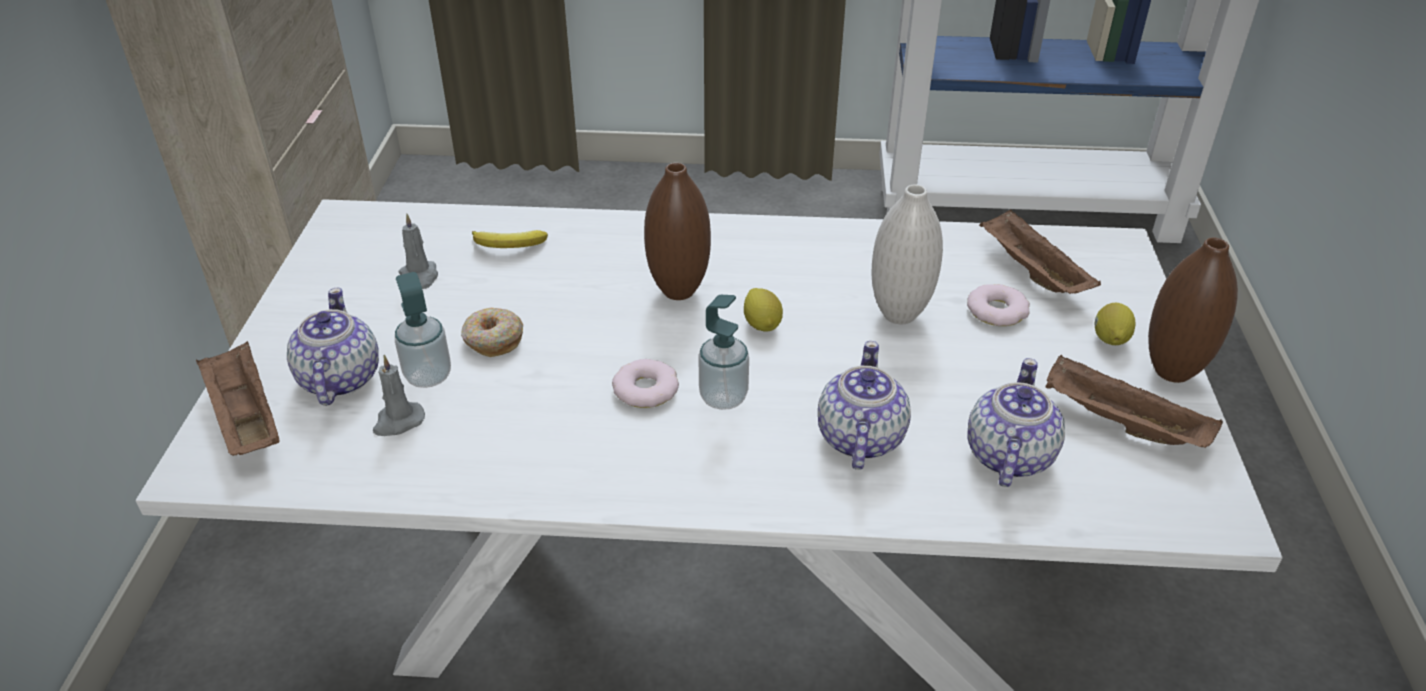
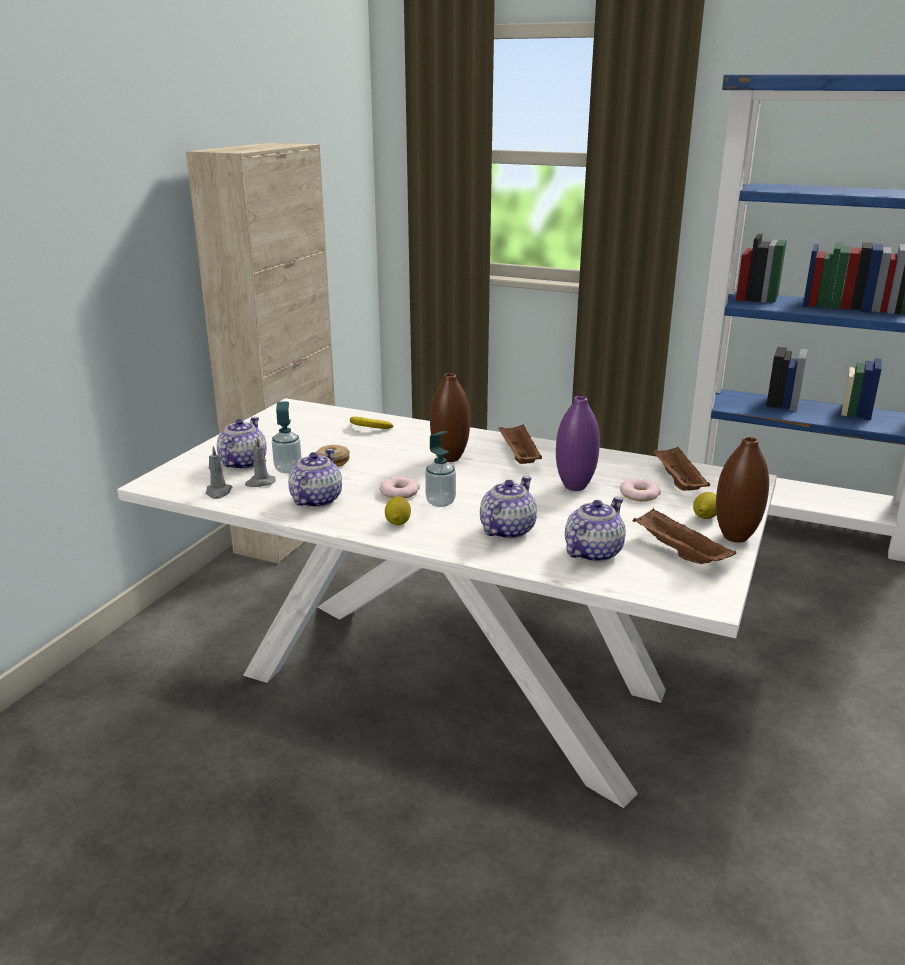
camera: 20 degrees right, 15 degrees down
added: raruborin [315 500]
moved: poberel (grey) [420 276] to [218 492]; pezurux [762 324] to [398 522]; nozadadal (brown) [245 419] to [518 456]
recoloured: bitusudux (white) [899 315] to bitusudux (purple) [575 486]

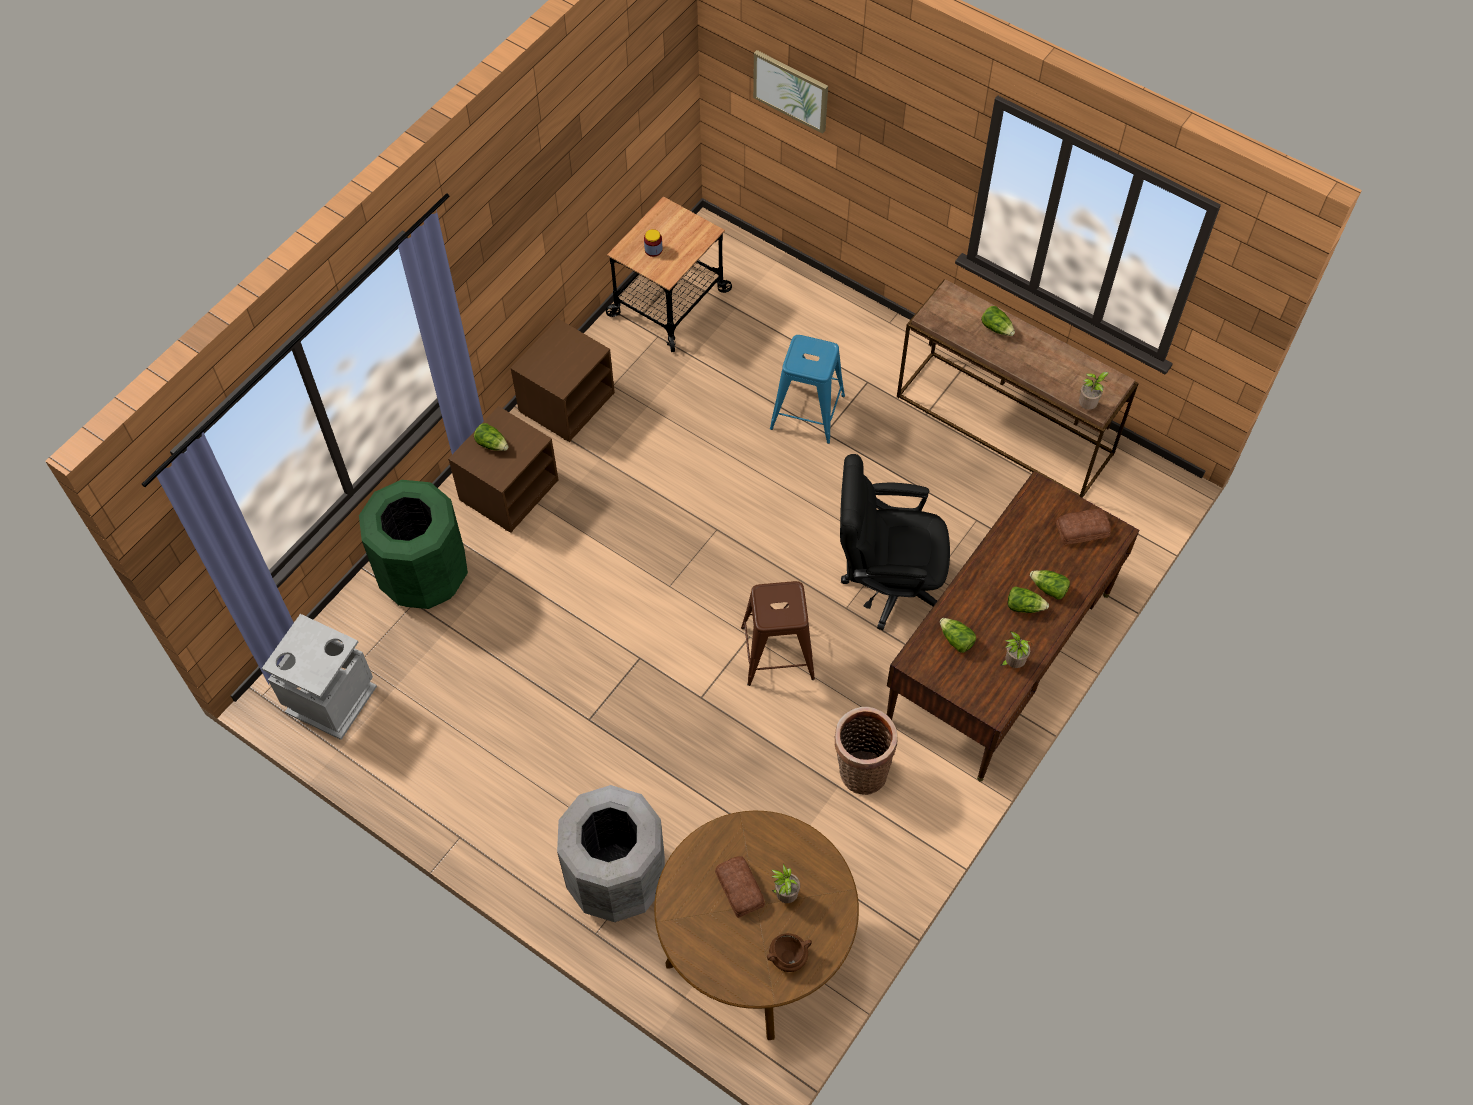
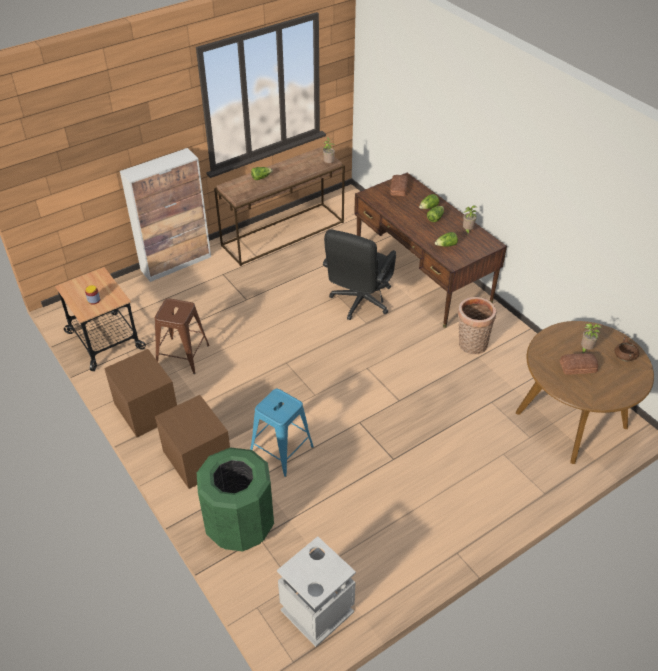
camera: 70 degrees left, 15 degrees down
removed: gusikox [791 90]; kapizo [492 444]; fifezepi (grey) [617 878]
added: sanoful [176 263]
moved: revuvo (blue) [807 412] to [281 450]; revuvo (brown) [777 652] to [182 355]

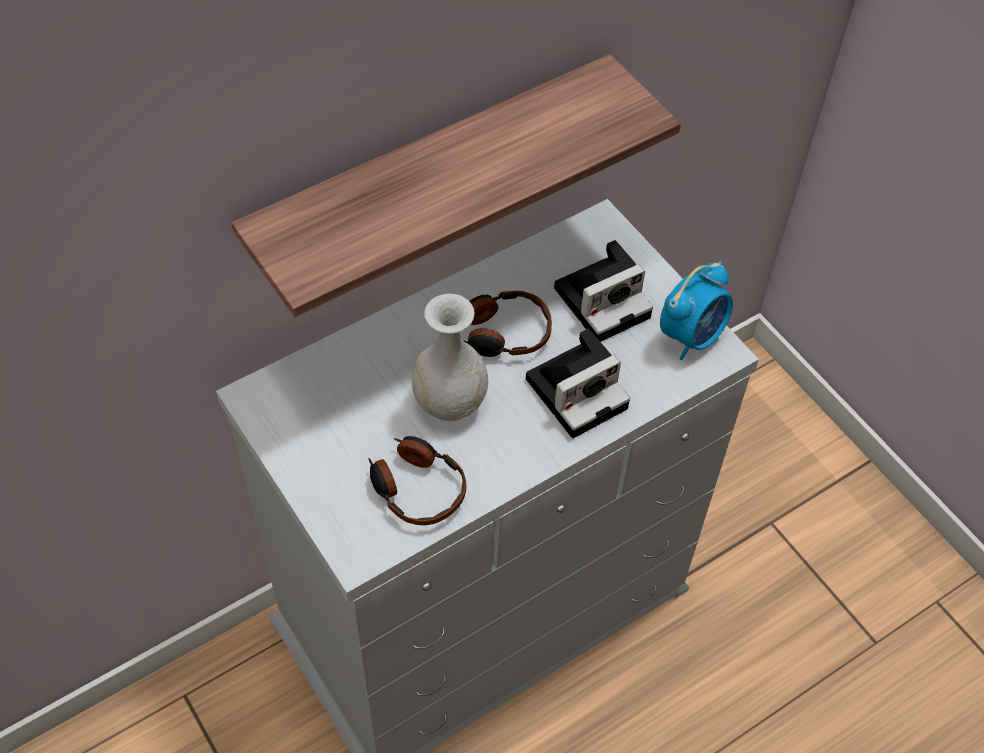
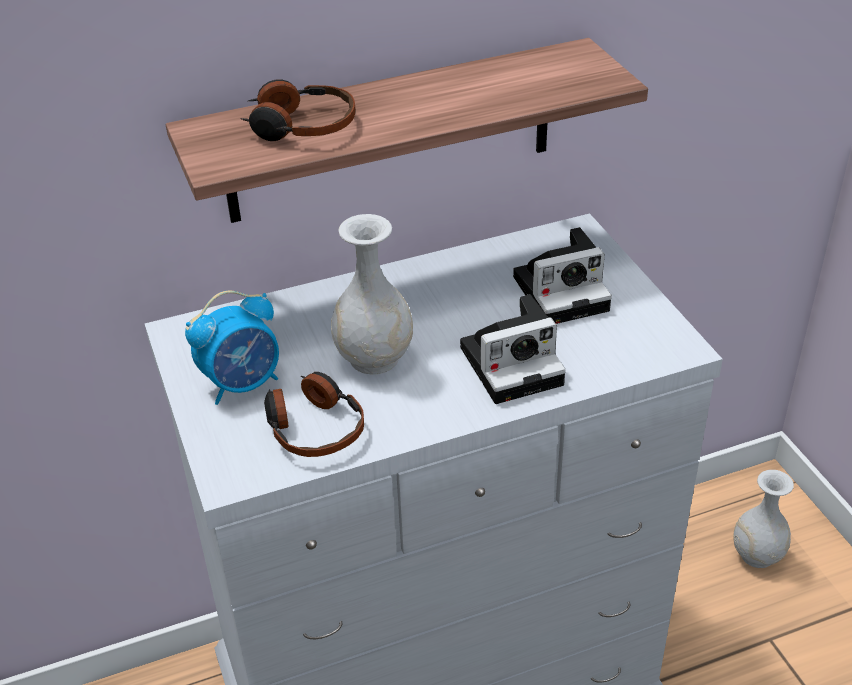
camera: 15 degrees right, 15 degrees down
added: bitusudux (white) [757 554]
moved: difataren [692 336] to [243 384]; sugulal [503 333] to [301 126]

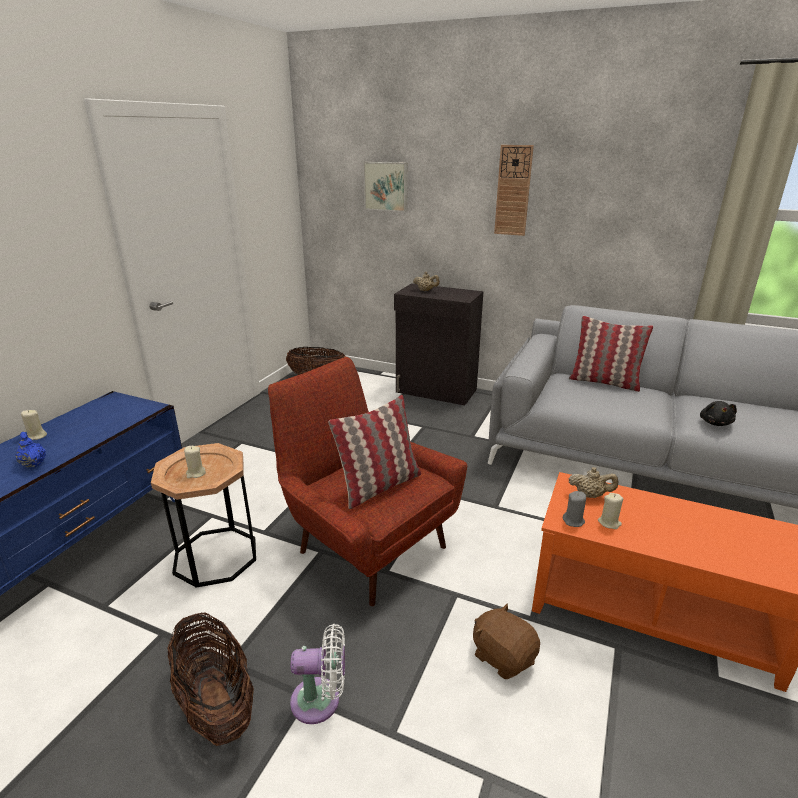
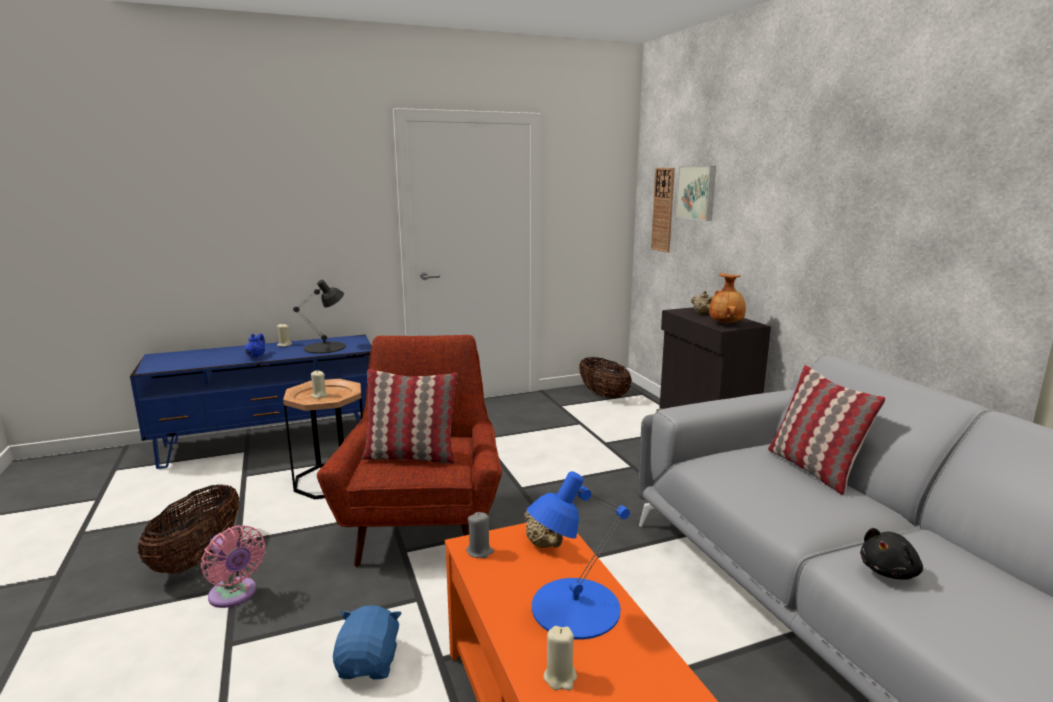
camera: 45 degrees right, 10 degrees down
added: bitusudux (brown) [726 324]; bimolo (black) [325 347]; bimolo (blue) [573 607]
moved: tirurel [513 191] to [663 209]; poberel (beige) [609 523] to [560 677]
recoloured: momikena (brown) [503 656] to momikena (blue) [369 663]; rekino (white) [321 700] to rekino (pink) [234 595]

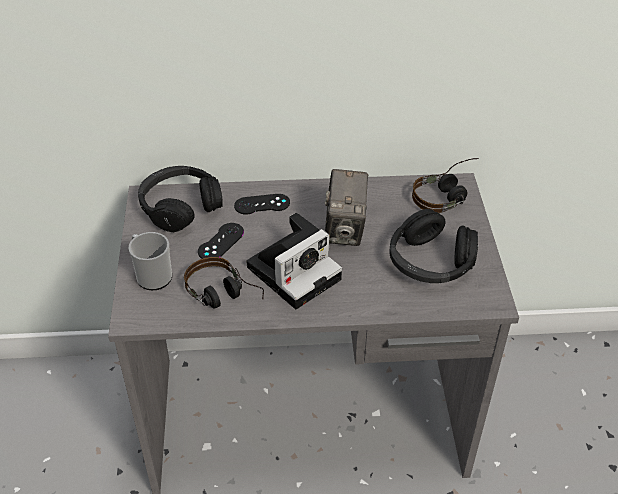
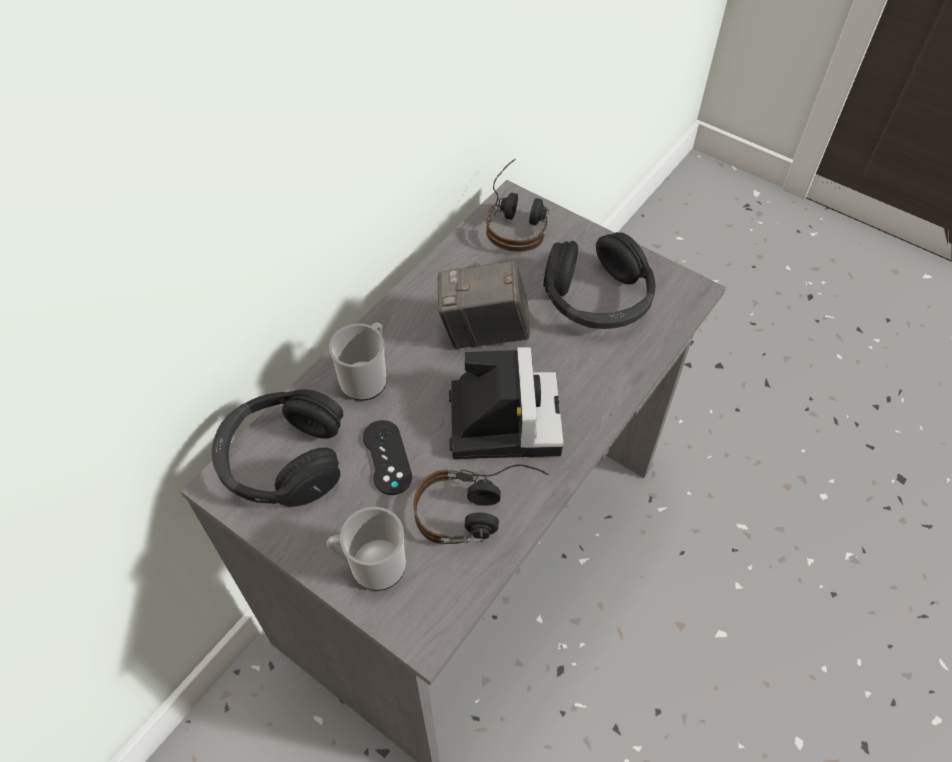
camera: 50 degrees left, 10 degrees up
replaced: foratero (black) [262 204] to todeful [366 377]
turned: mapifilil [345 230] = [484 333] 135 degrees clockwise

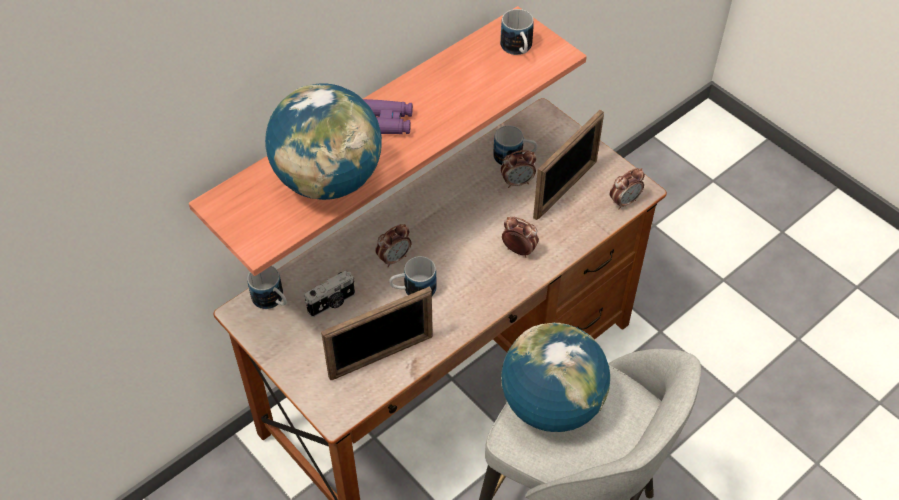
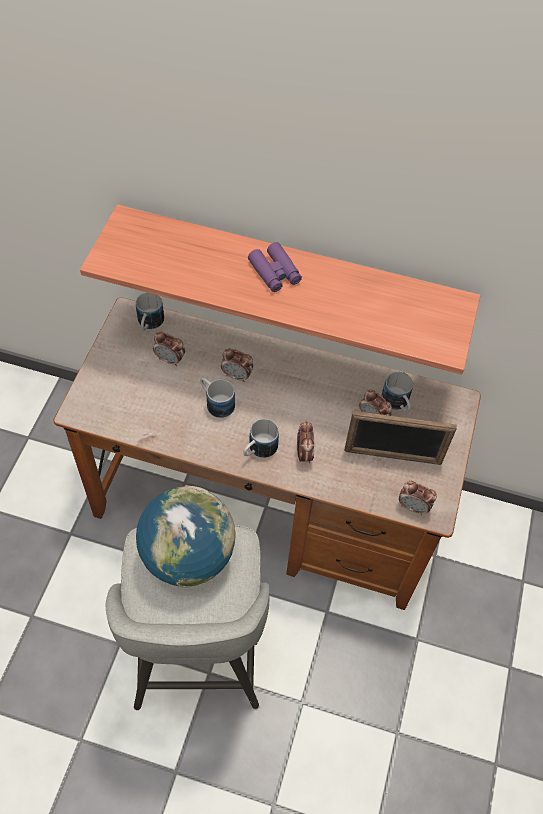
camera: 55 degrees right, 5 degrees up
removed: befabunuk [328 180]; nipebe [381 357]
moved: todeful [518 49] to [258 450]
replaced: mapifilil [332 303] to difataren [170 360]

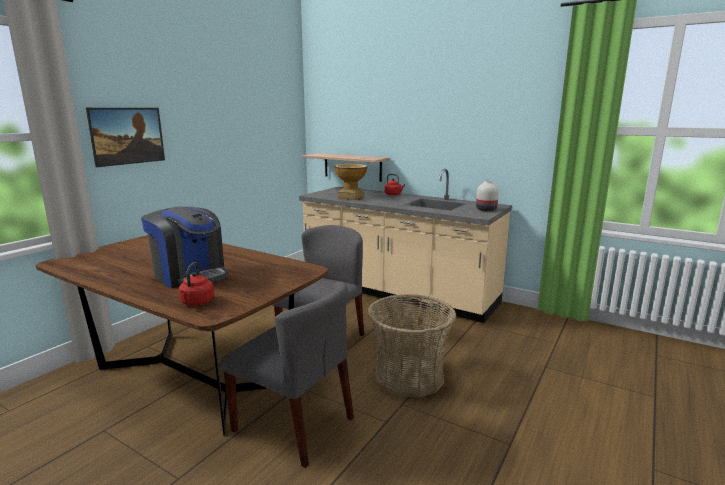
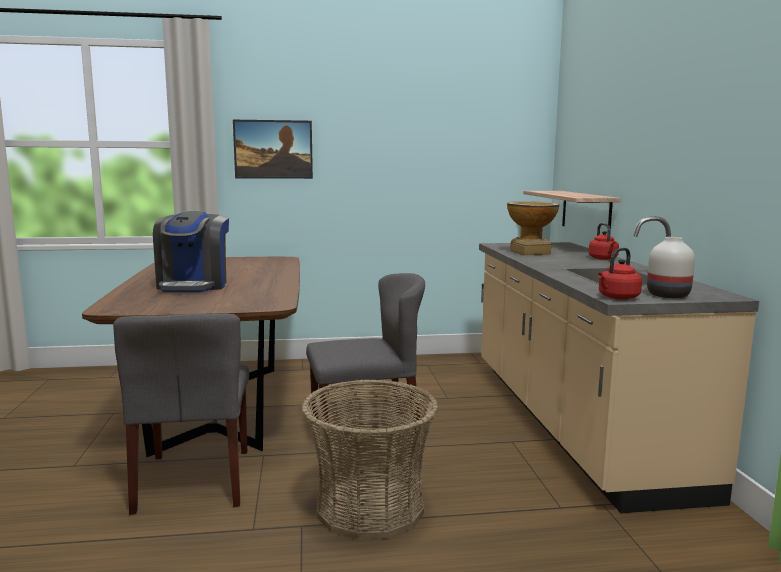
camera: 50 degrees right, 5 degrees down
moved: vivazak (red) [196 303] to [617 297]

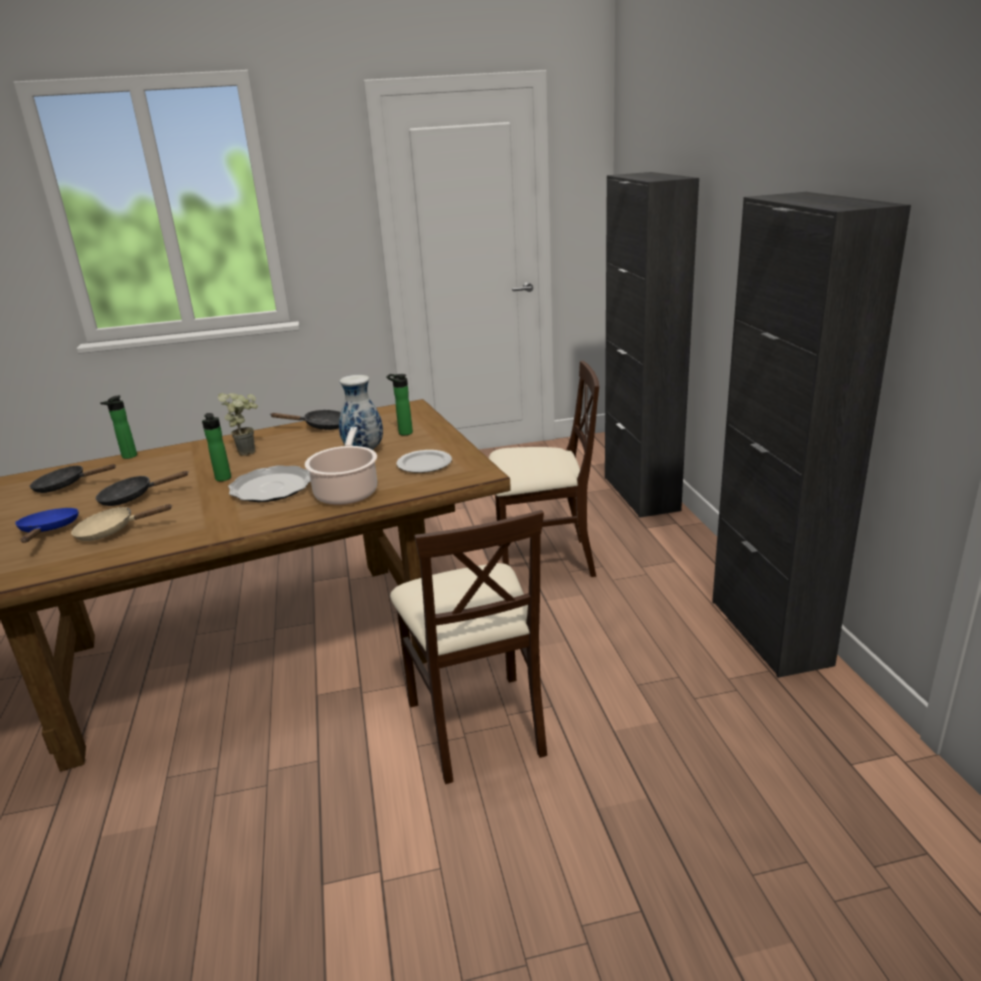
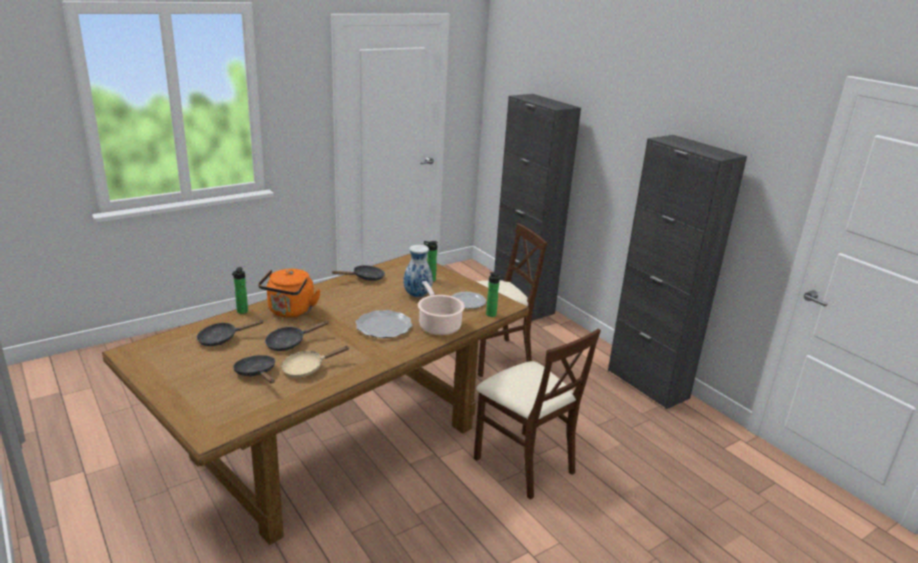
camera: 25 degrees left, 0 degrees up
removed: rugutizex [249 450]
added: vivazak (orange) [290 312]
moved: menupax [224 479] to [492 315]
recoloured: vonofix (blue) [49 530] to vonofix (black) [257 373]

